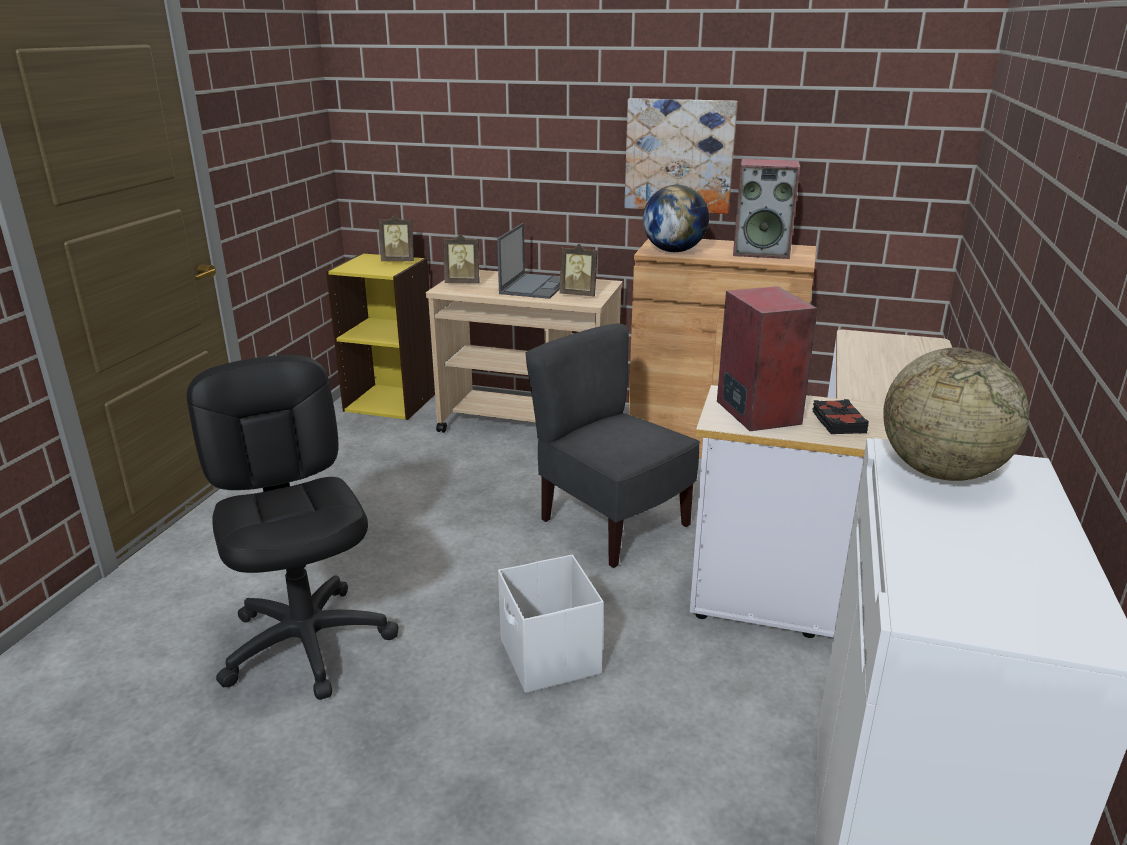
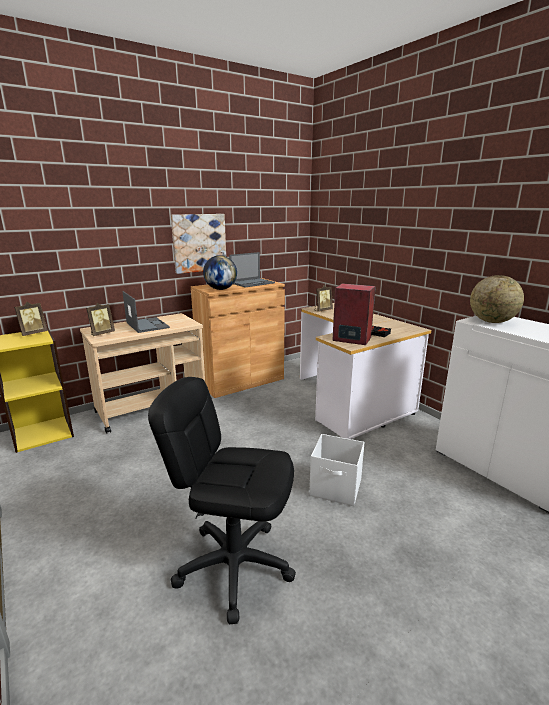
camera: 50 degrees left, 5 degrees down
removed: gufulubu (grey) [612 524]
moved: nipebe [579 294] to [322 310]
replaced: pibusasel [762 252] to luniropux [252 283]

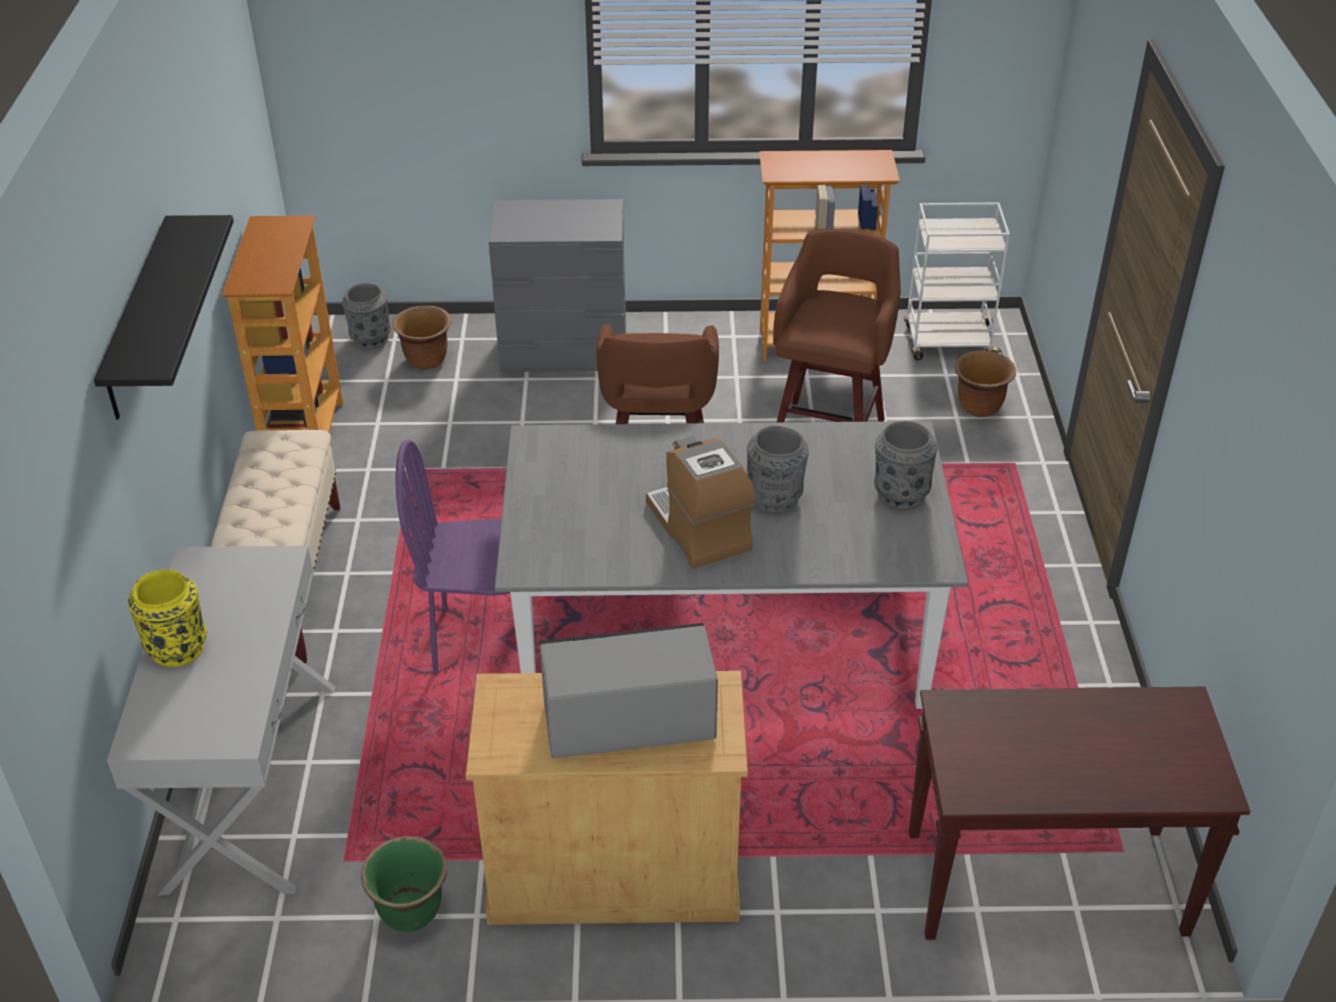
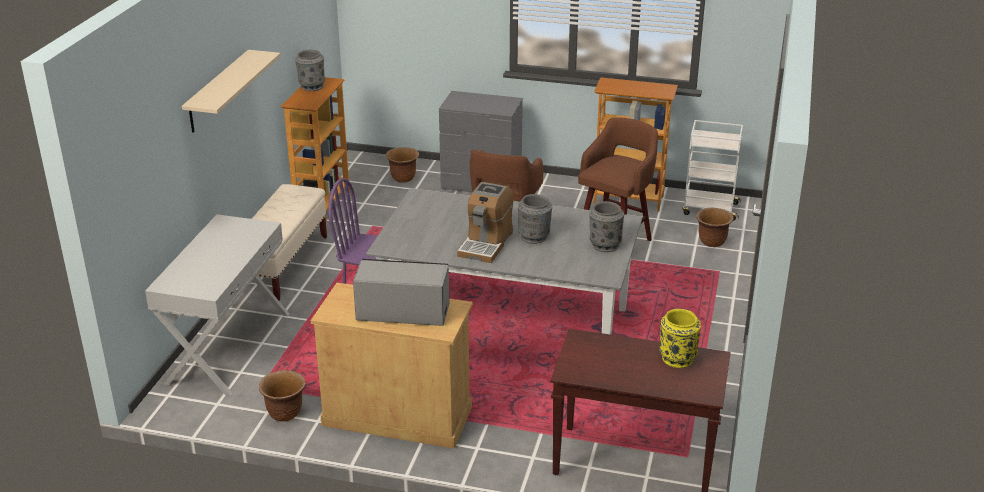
camera: 15 degrees right, 10 degrees down
moved: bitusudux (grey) [370 339] to [311 87]; bitusudux (yellow) [177 647] to [677 358]
recoloured: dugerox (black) [138 319] to dugerox (beige) [218 91]; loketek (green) [410 911] to loketek (brown) [285 413]
turned: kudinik [699 528] = [486 244] 150 degrees counterclockwise

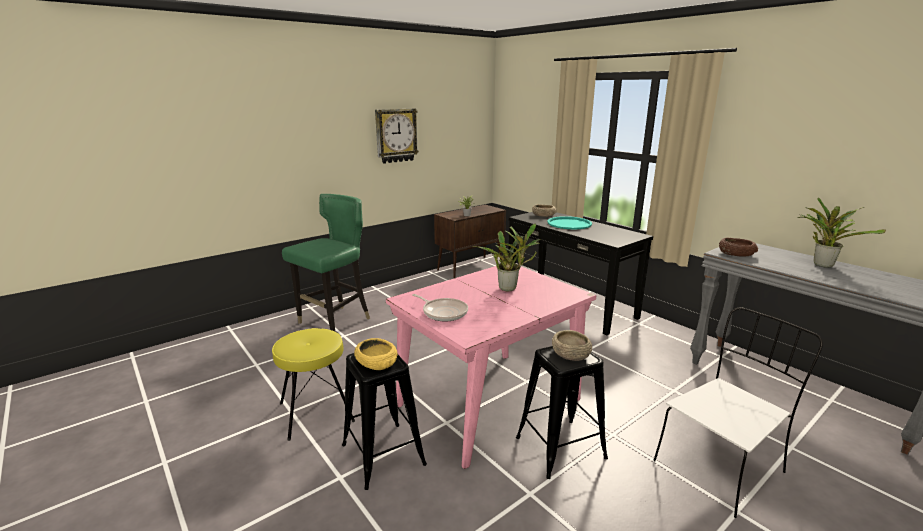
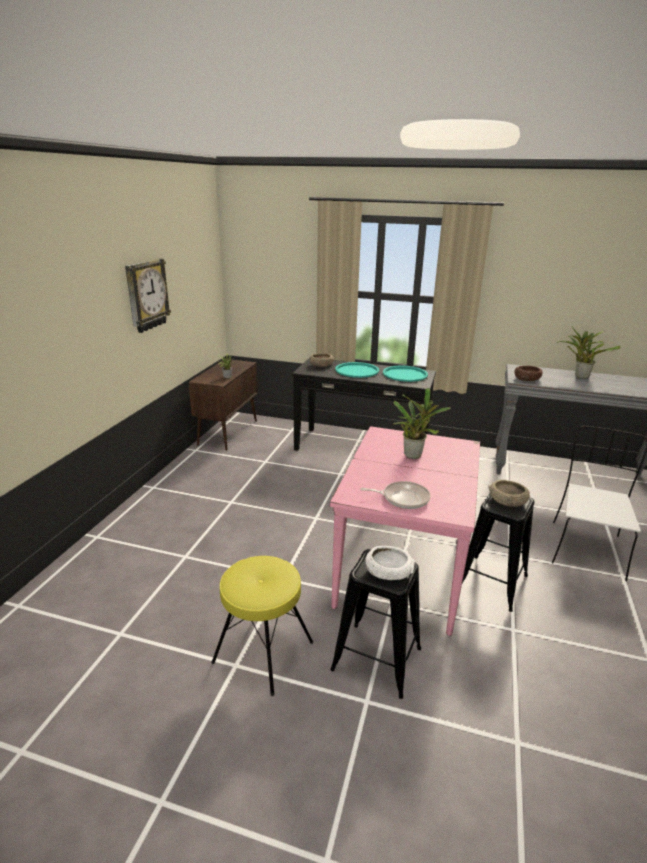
camera: 35 degrees left, 5 degrees up
removed: gufulubu (green) [335 322]
added: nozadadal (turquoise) [405 374]
recoloured: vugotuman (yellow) [377 363] to vugotuman (white) [388 571]

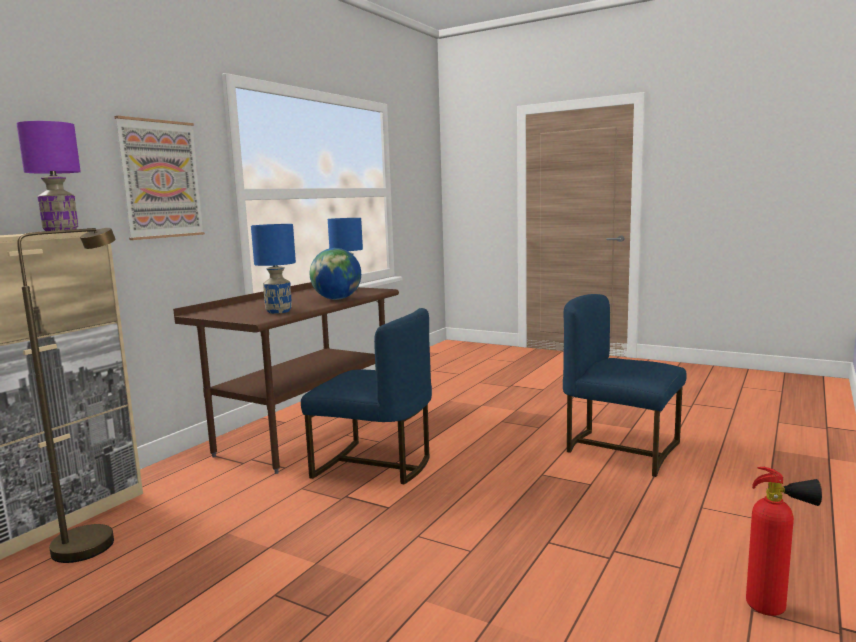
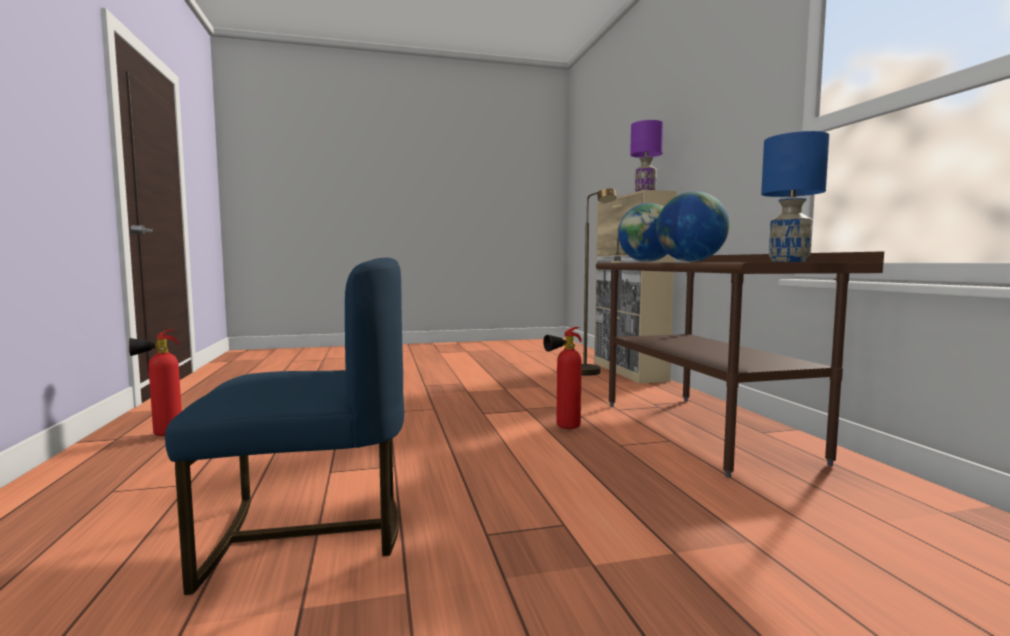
camera: 135 degrees right, 5 degrees down
removed: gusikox [161 179]
replaced: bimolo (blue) [279 311] to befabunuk [646 262]; gufulubu (blue) [375 465] to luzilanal [563 428]

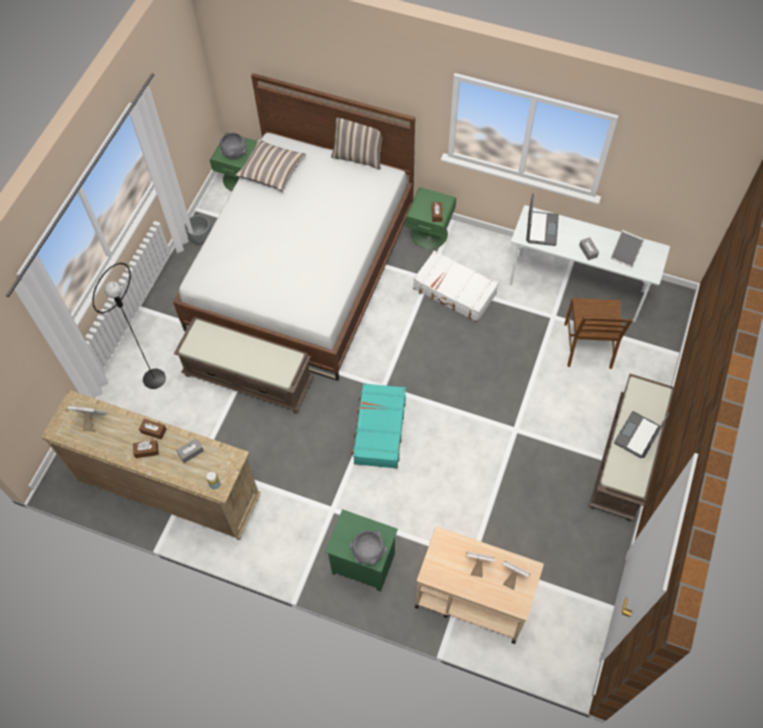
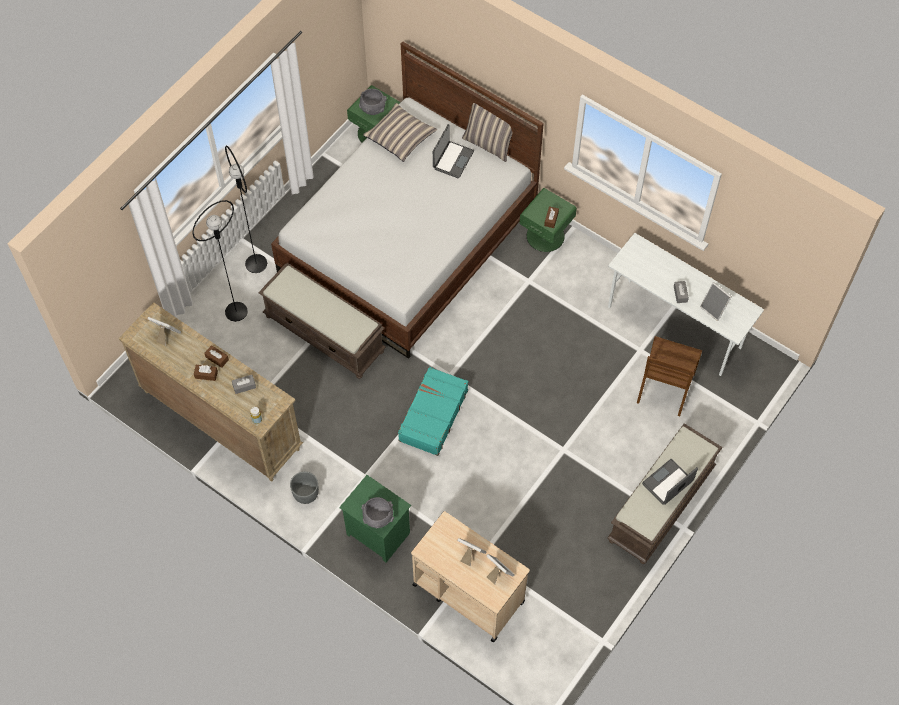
camera: 15 degrees right, 0 degrees up
removed: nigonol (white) [454 292]
added: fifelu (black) [256 263]
moved: luniropux [541 229] to [452 159]; loketek (grey) [200 237] to [306 493]

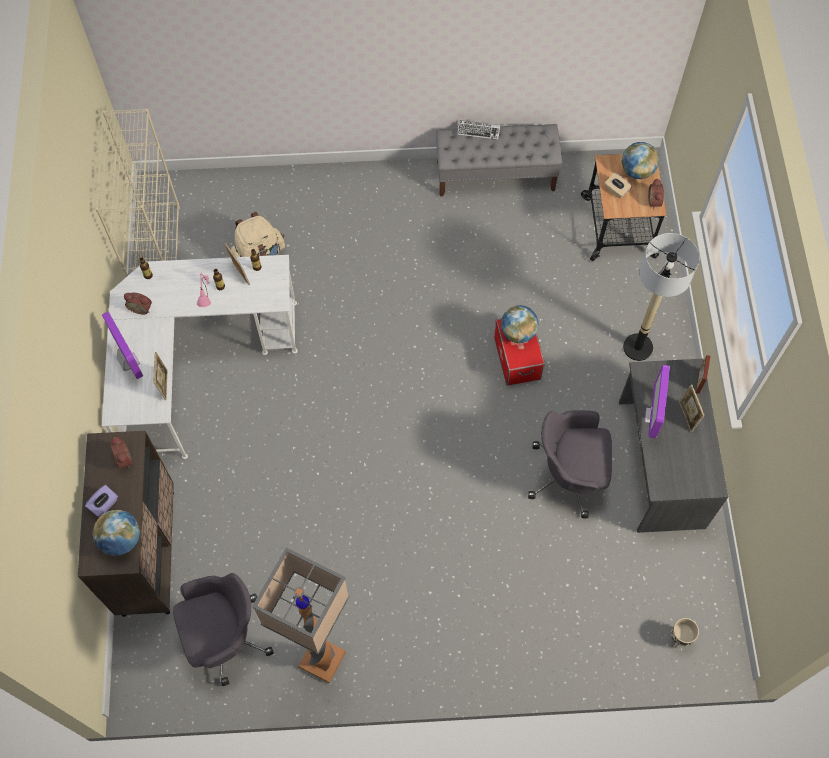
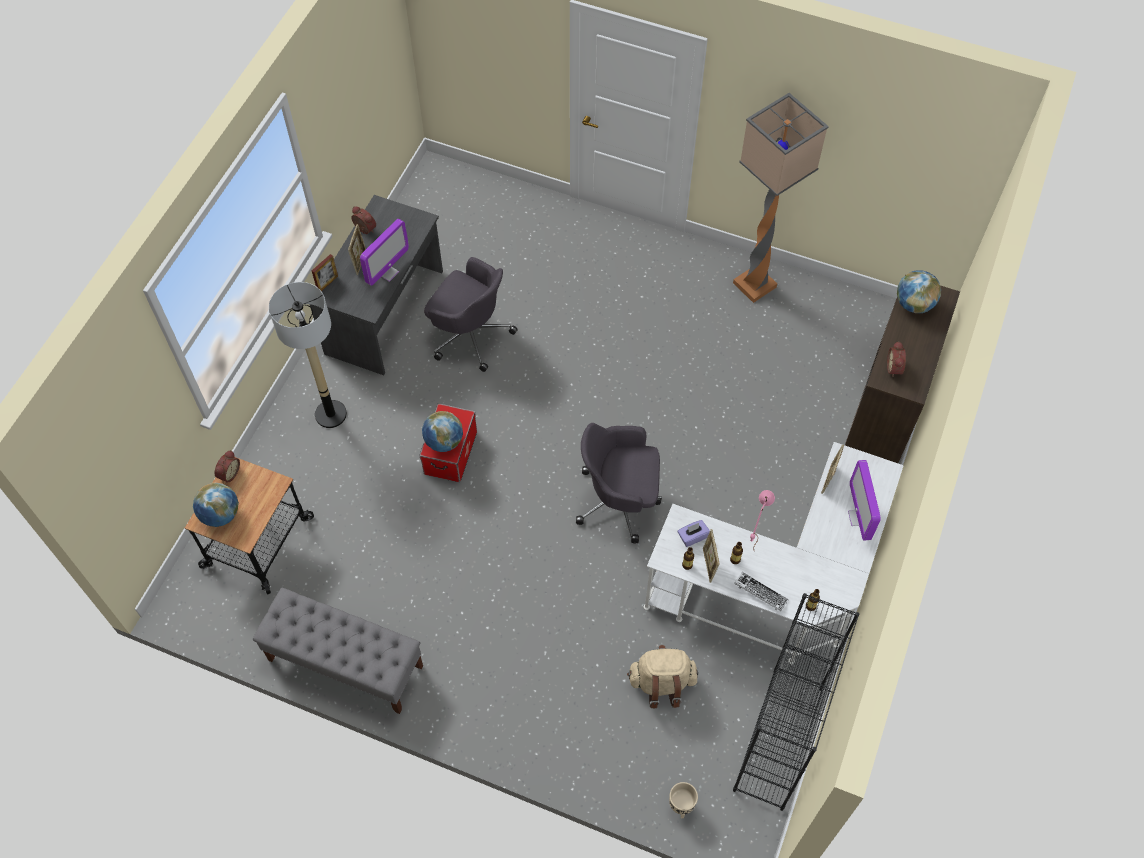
camera: 155 degrees left, 5 degrees down
removed: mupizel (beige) [616 190]
moved: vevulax [478 131] to [760 593]; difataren [141 307] to [364 229]; mupizel (purple) [104 505] to [692 537]; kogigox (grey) [225 637] to [620 501]; loketek (beige) [679 638] to [681 805]
recoloured: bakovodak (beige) [157 252] to bakovodak (black) [778 740]

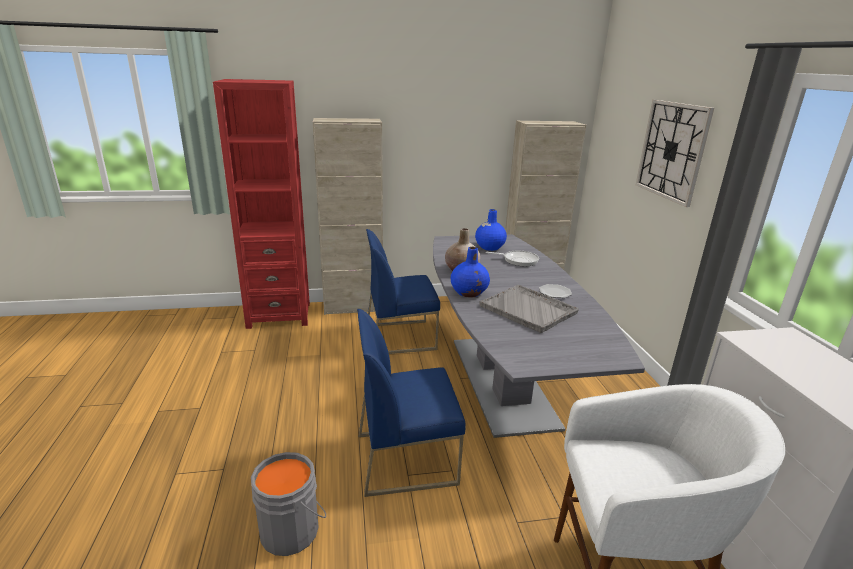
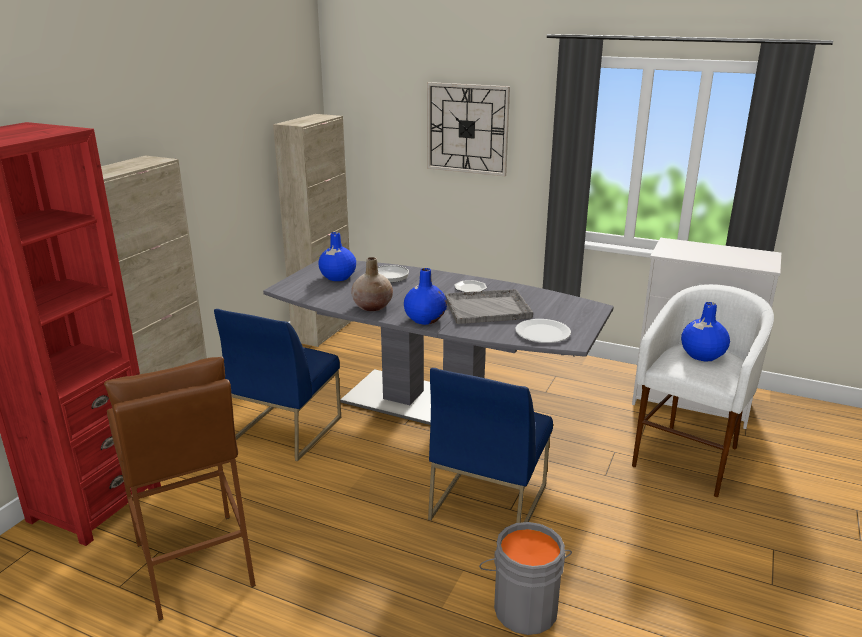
camera: 55 degrees left, 0 degrees up
added: bitusudux (blue) [702 355]; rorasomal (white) [543 333]; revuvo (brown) [194 564]

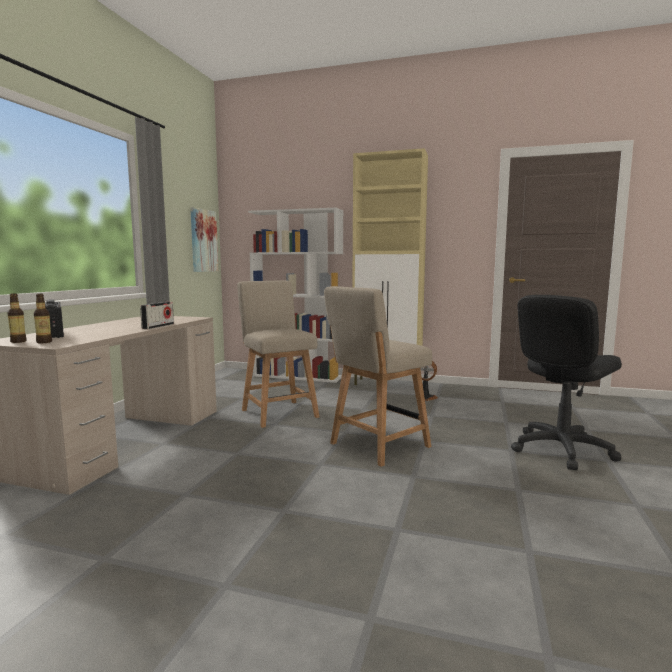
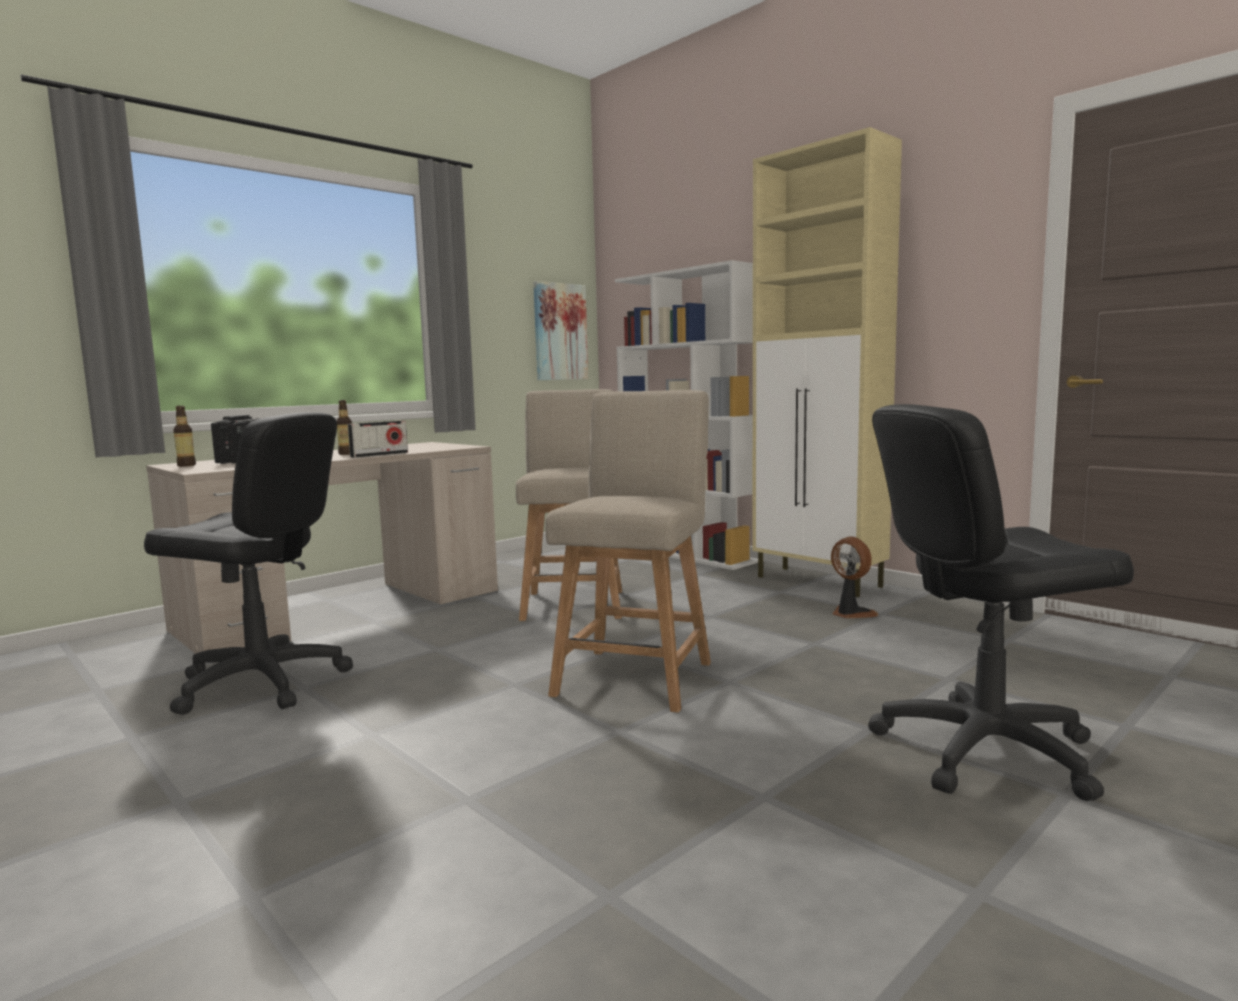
camera: 30 degrees right, 0 degrees up
added: kogigox (black) [261 683]
moved: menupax [44 342] to [346 454]
turned: gufulubu (beige) [376 446] = [636 675] 120 degrees clockwise

